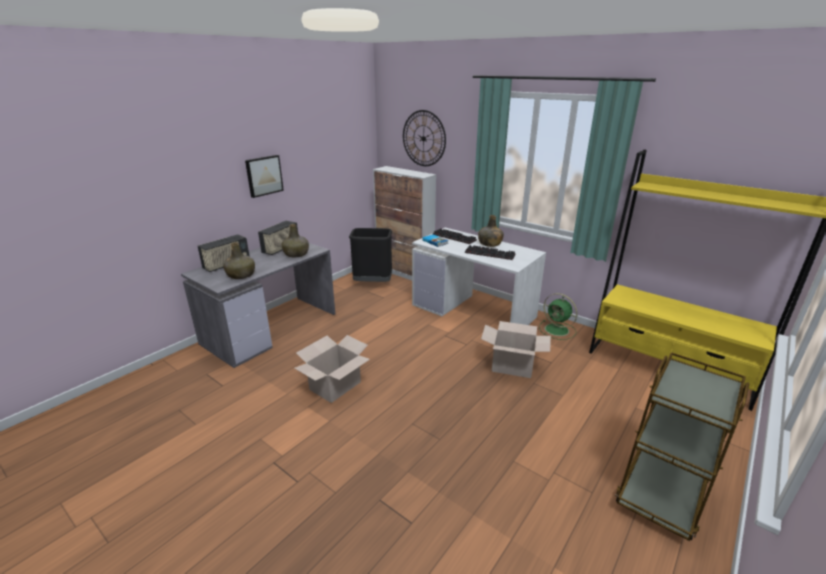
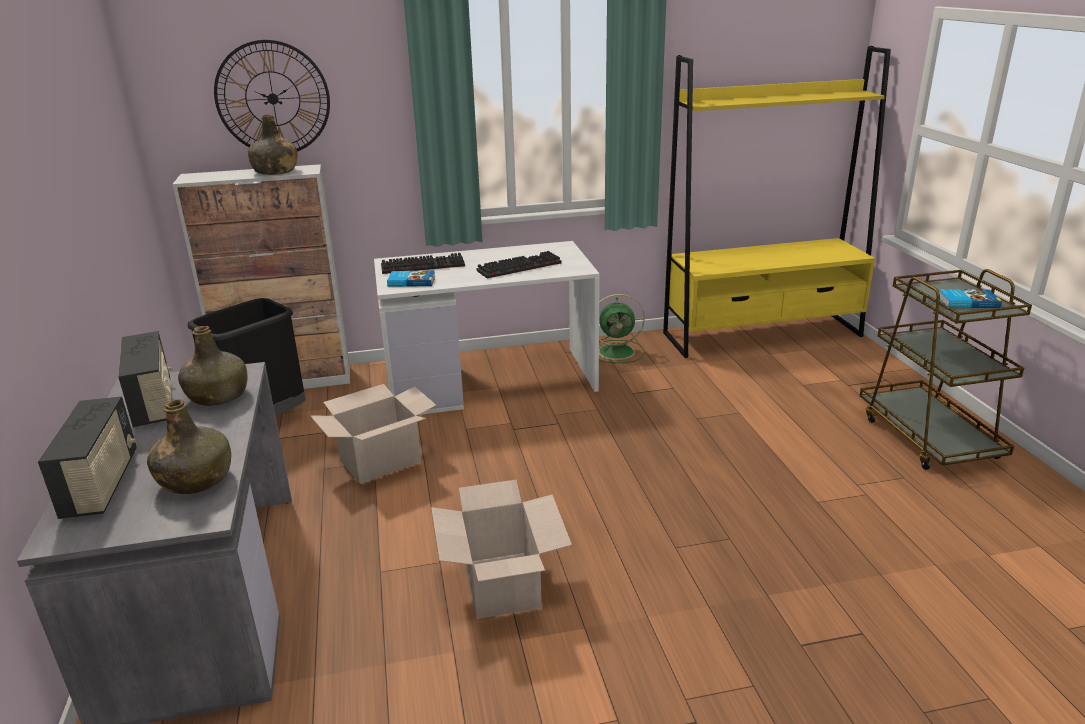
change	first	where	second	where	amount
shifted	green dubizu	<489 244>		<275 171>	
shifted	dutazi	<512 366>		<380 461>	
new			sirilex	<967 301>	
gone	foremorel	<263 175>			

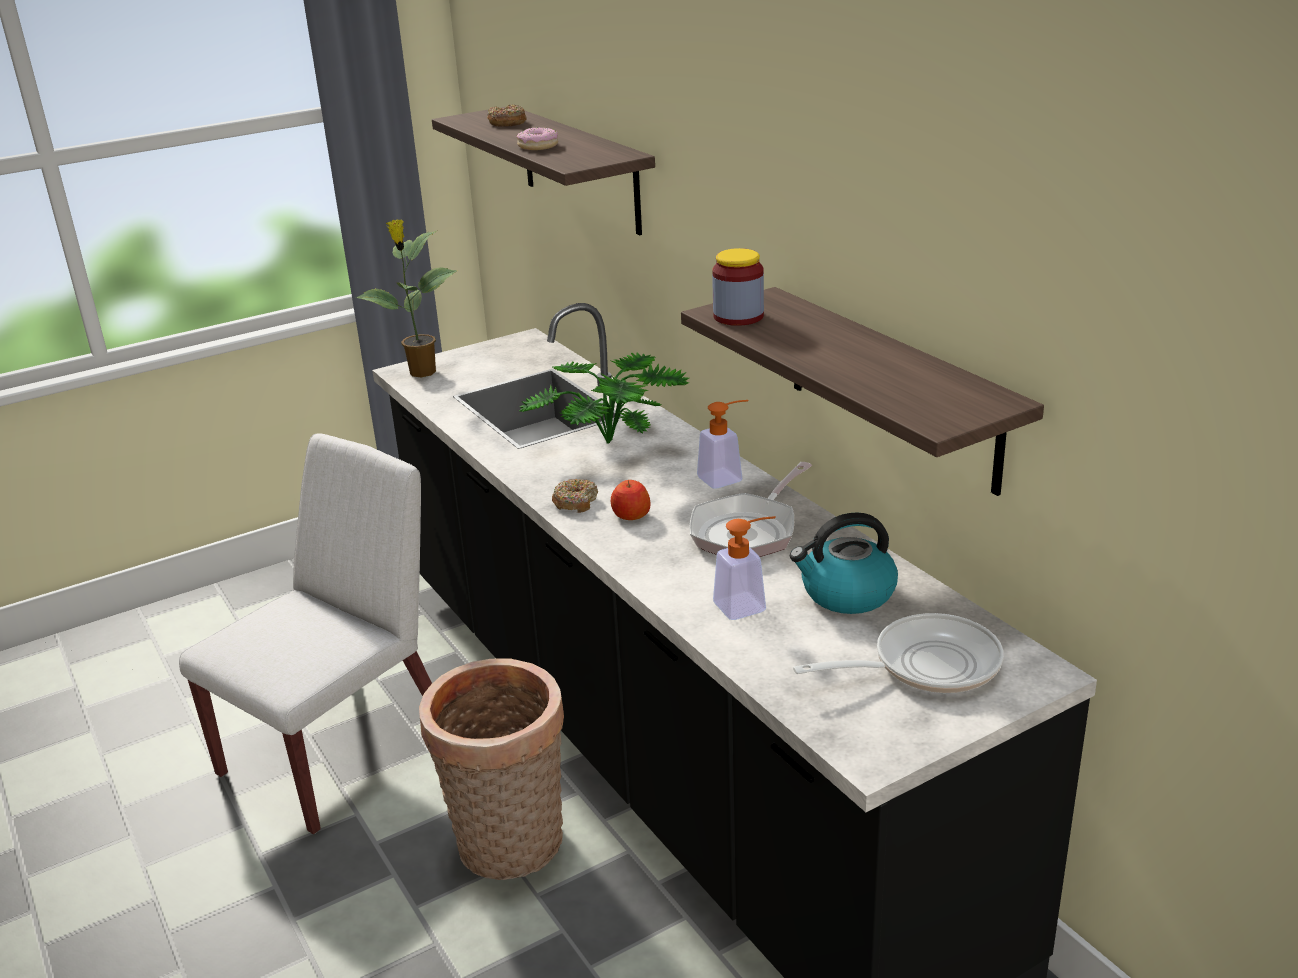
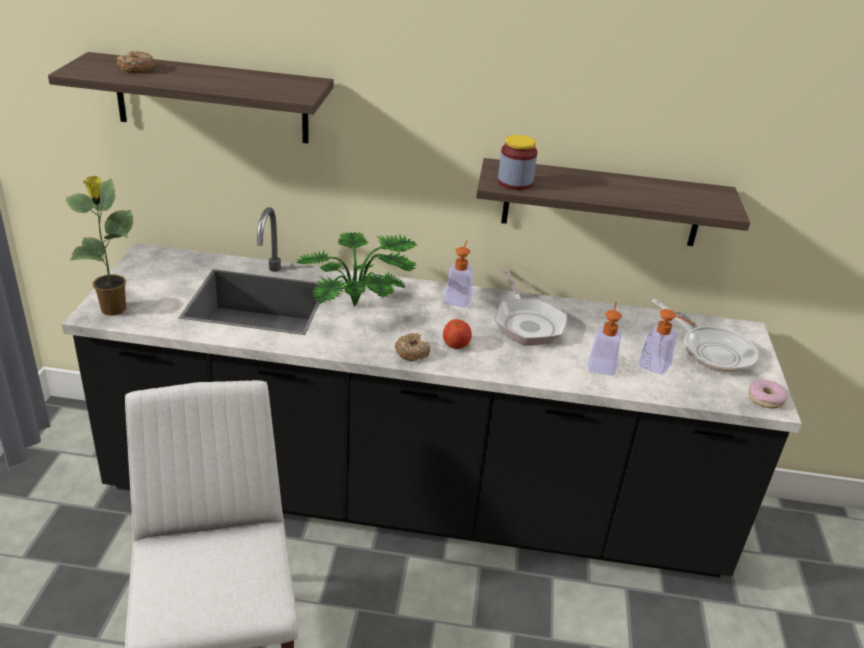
change	first	where	second	where	amount
new			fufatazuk	<660 367>	
rotated	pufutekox	<925 665>		<712 351>	120 degrees clockwise
shifted	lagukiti	<538 146>		<765 399>	
gone	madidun	<509 849>			
gone	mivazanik	<846 594>			

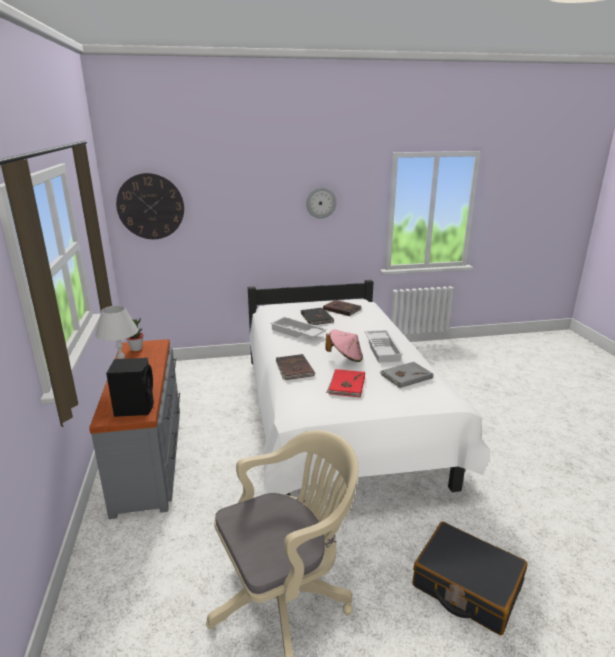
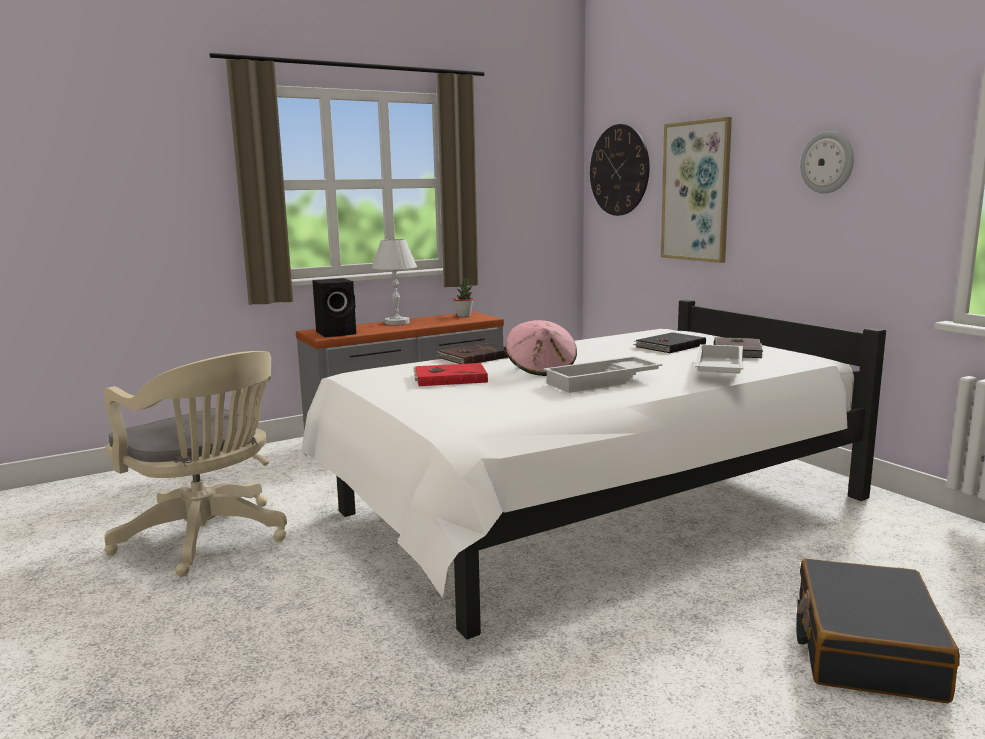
change	first	where	second	where	amount
new			foremorel	<696 191>	
shifted	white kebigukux	<297 333>		<717 369>	
shifted	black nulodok	<466 586>		<865 648>	
gone	grey sirilex	<405 376>			

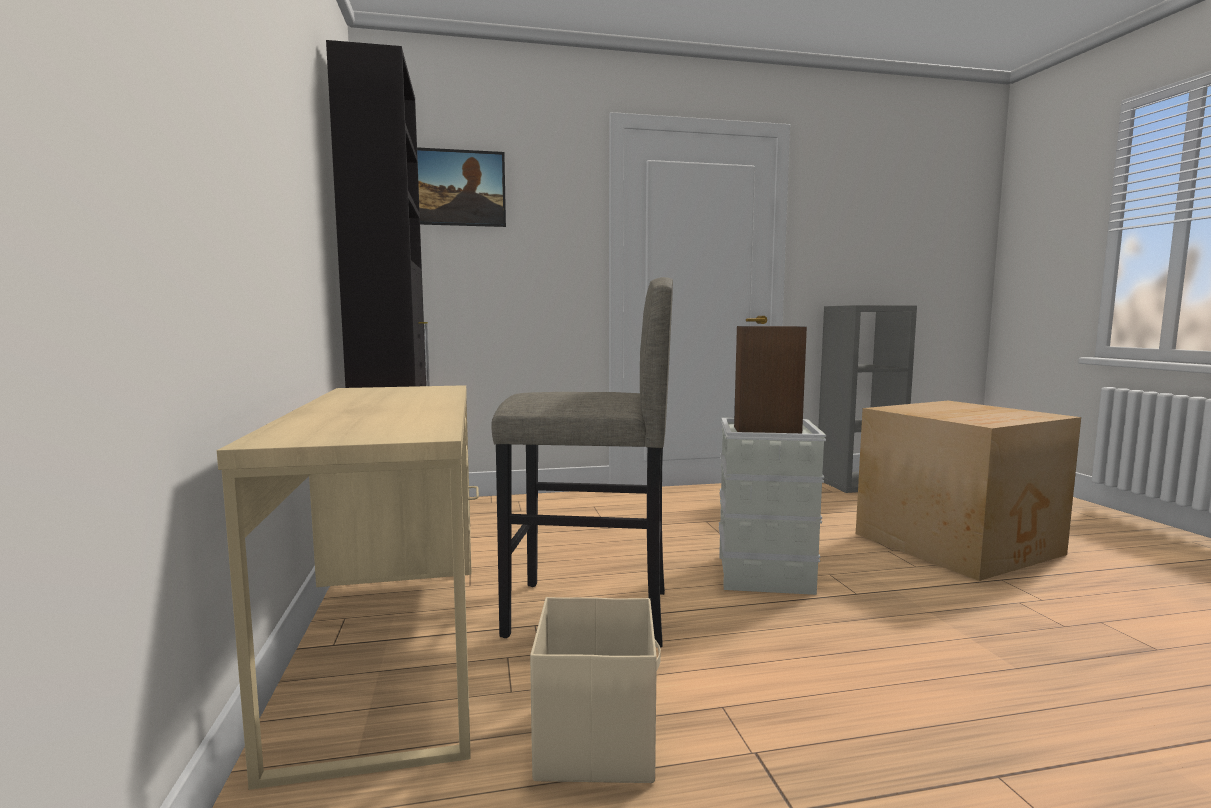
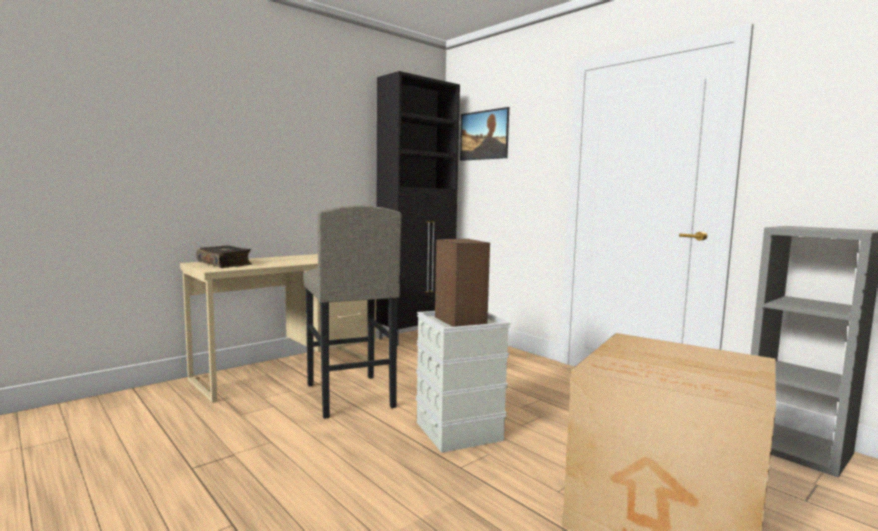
change	first	where	second	where	amount
new			sirilex	<225 264>	
gone	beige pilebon	<597 739>			

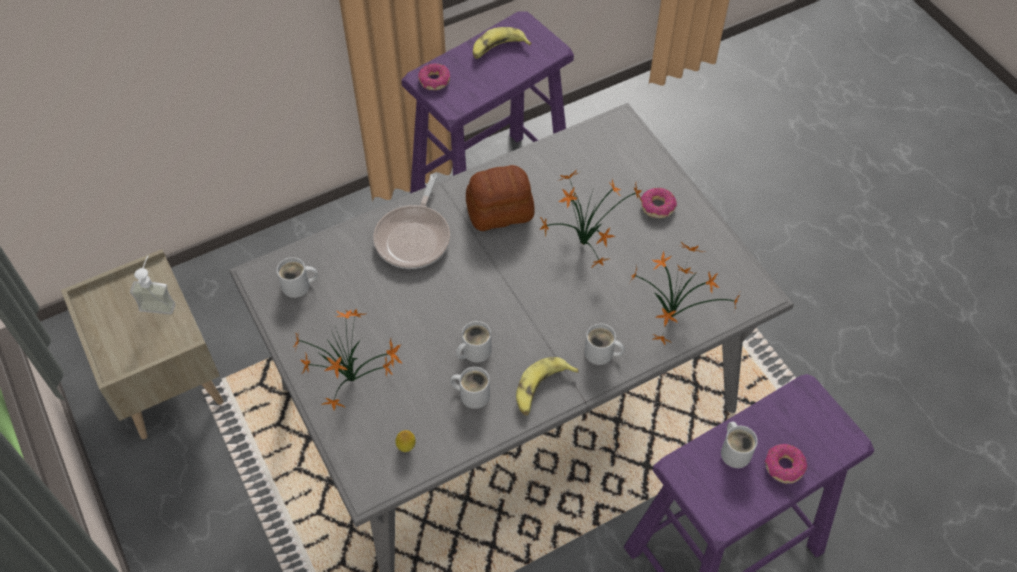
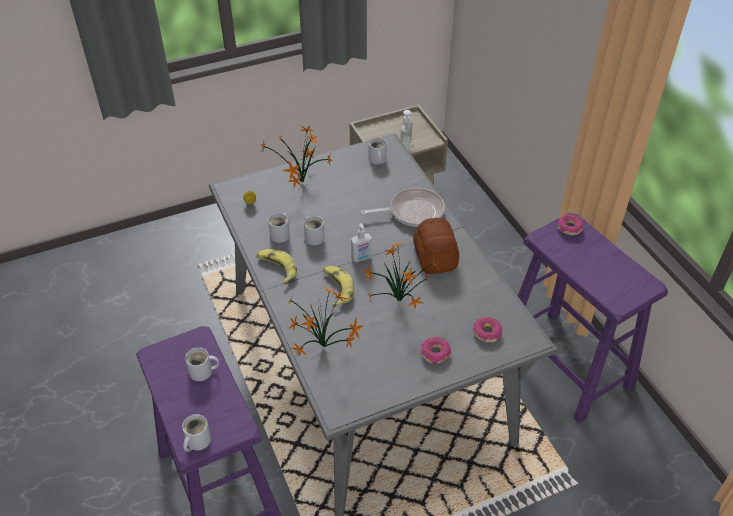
change	first	where	second	where	amount
shifted	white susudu	<601 354>		<196 441>	
shifted	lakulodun	<498 49>		<337 288>	
new			fufatazuk	<361 258>	
rotated	pufutekox	<414 237>		<413 212>	150 degrees clockwise
shifted	lagukiti	<783 466>		<487 332>	

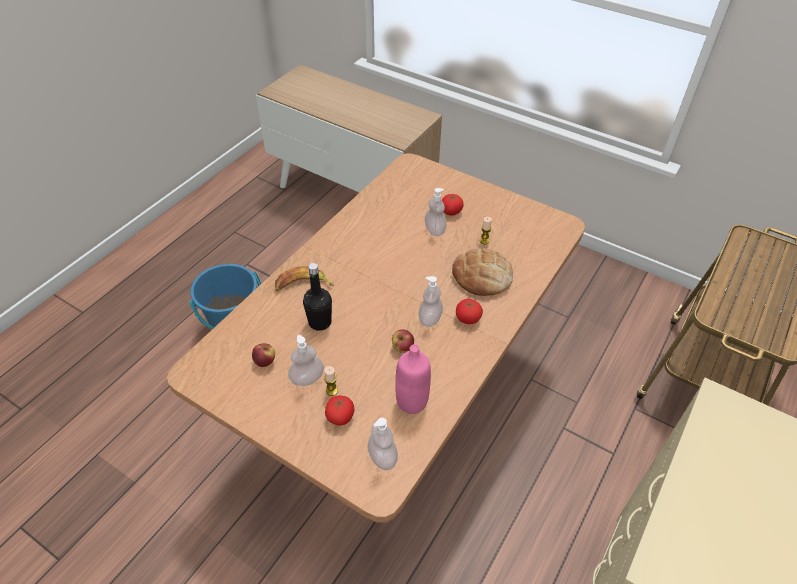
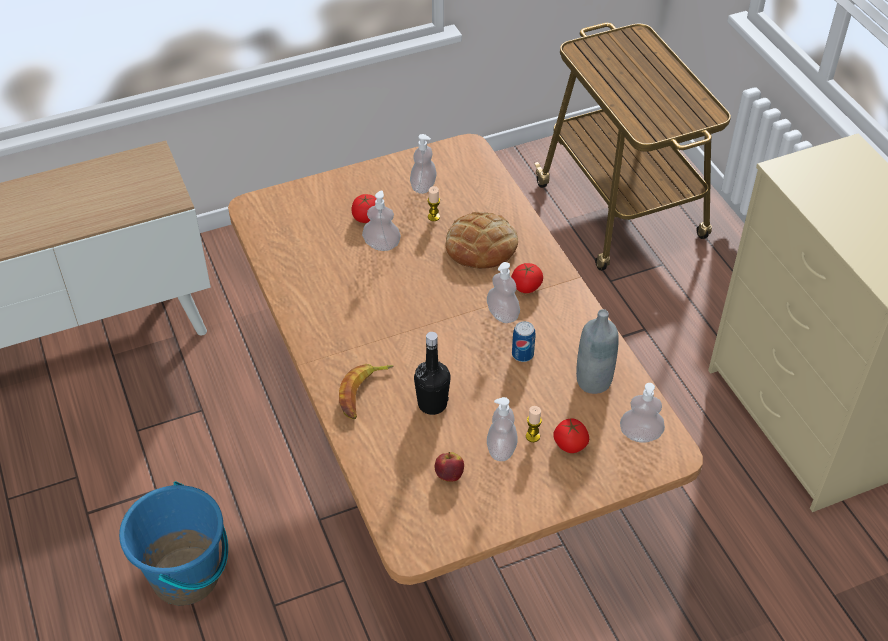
change	first	where	second	where	amount
new			fufatazuk	<423 186>	
swapped	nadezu	<402 347>	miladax	<522 354>	
repainted	pink dubizu	<412 401>	grey dubizu	<593 381>	

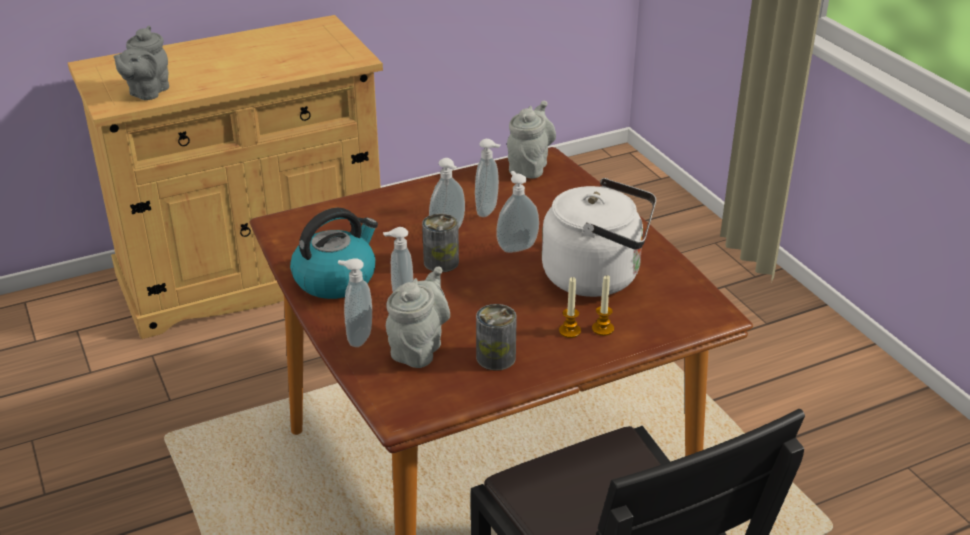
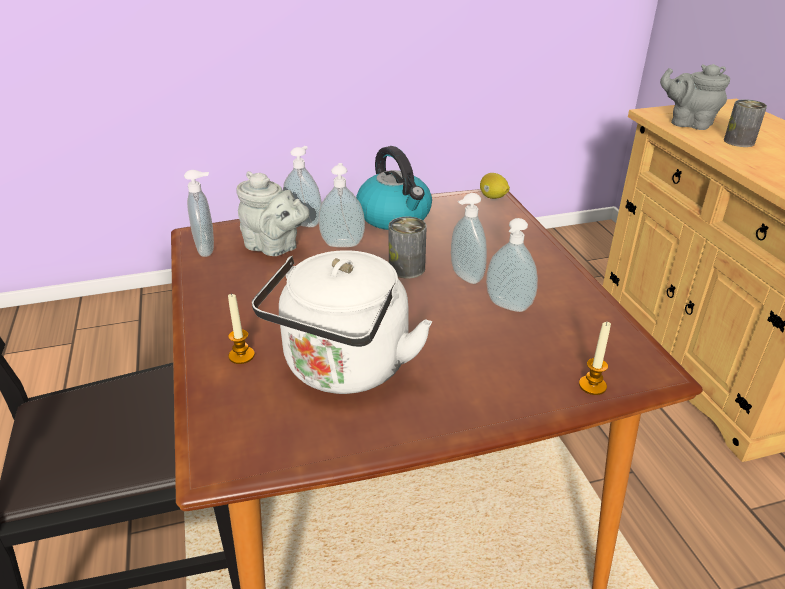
change	first	where	second	where	amount
shifted	fufatazuk	<516 247>		<208 249>	
new			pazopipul	<493 197>	
shifted	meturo	<569 331>		<592 386>	
shifted	miladax	<496 358>		<739 141>	
gone	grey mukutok	<529 166>			

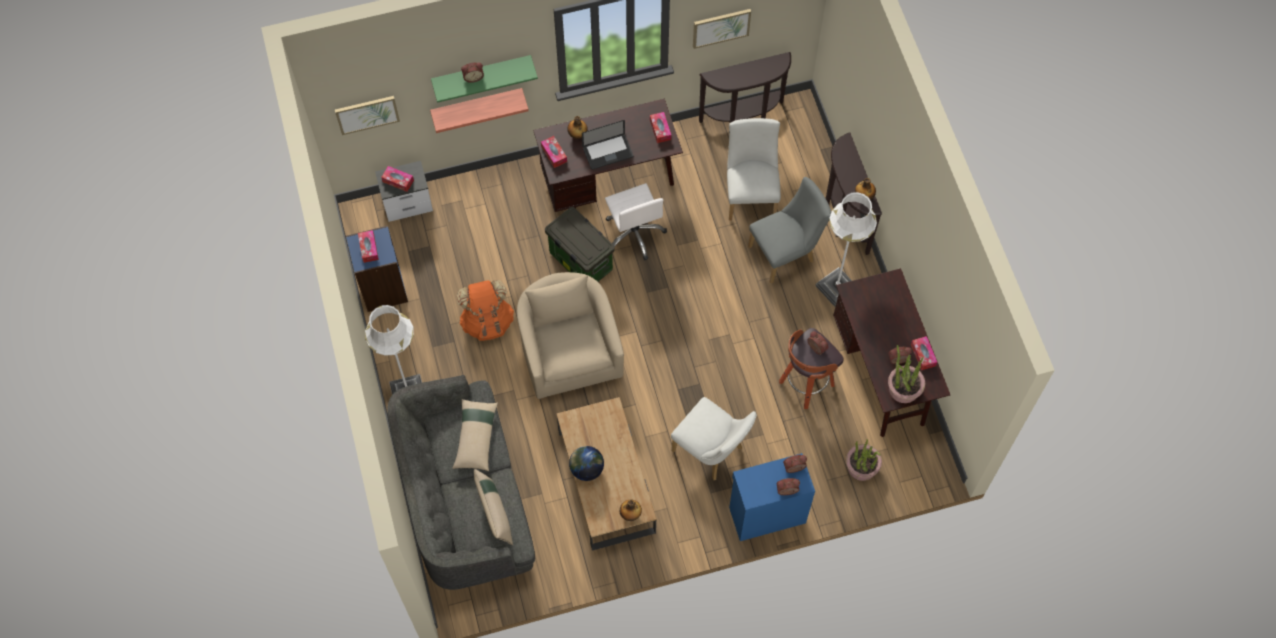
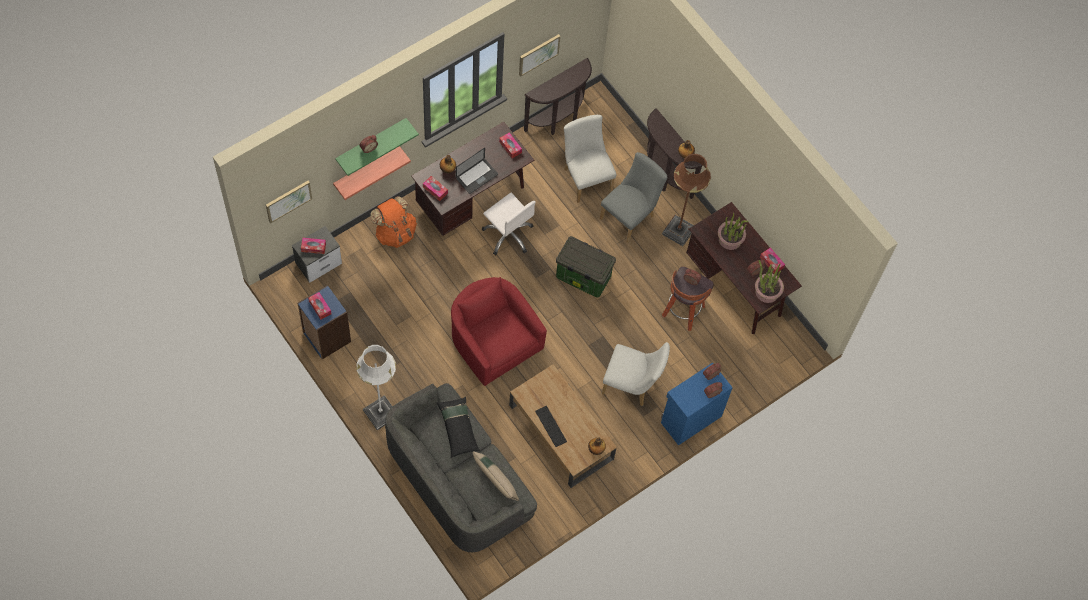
change	first	where	second	where	amount
shifted	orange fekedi	<487 321>		<395 232>	
repainted	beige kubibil	<476 437>	black kubibil	<458 428>	
repainted	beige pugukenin	<569 350>	red pugukenin	<493 341>	
swapped	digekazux	<586 469>	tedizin	<550 426>	
shifted	pilebon	<580 261>		<582 277>	
repainted	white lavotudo	<836 288>	brown lavotudo	<678 231>	
shifted	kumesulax	<861 467>		<730 239>	

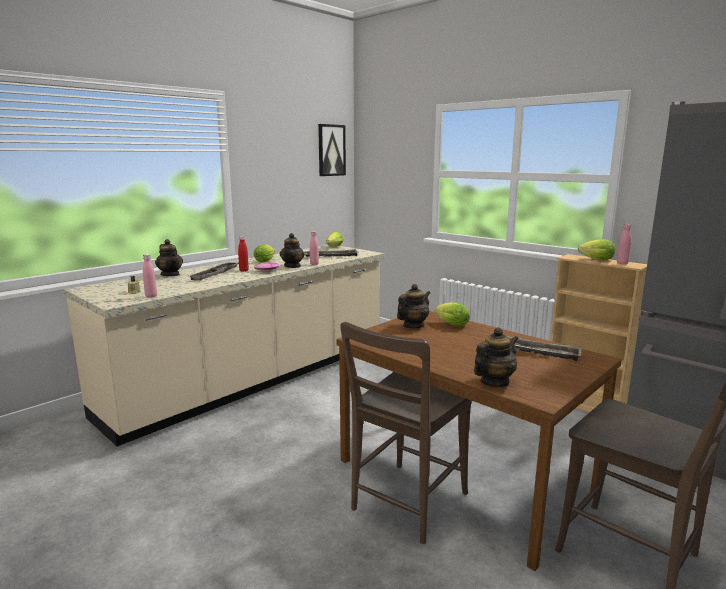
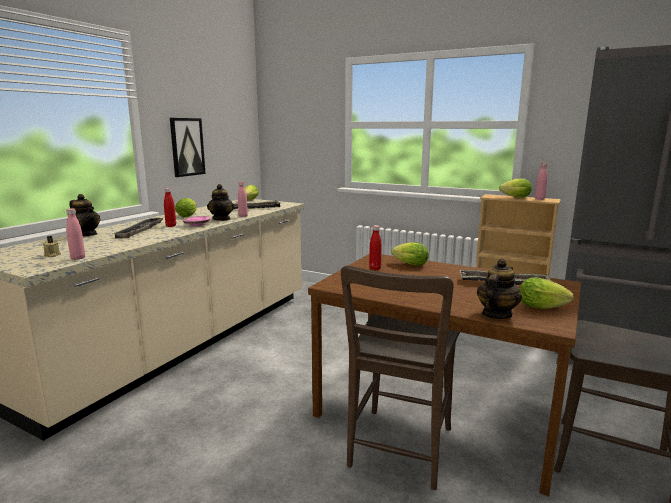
change	first	where	second	where	amount
shifted	foremorel	<331 150>		<187 147>	
swapped	mukutok	<413 326>	red dubizu	<375 268>	
new			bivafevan	<544 308>	

